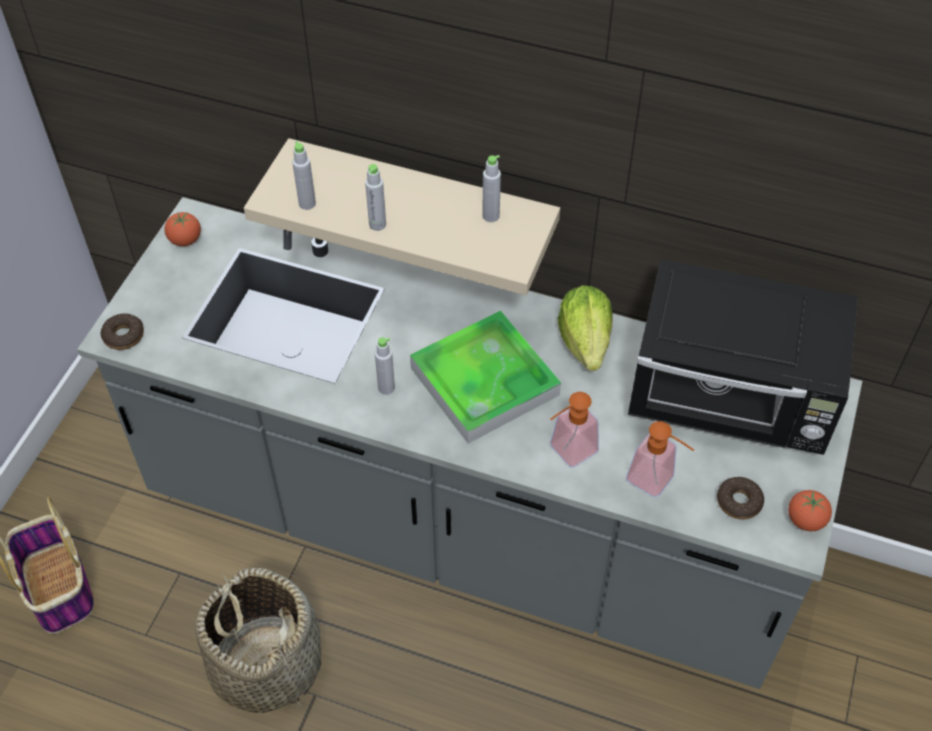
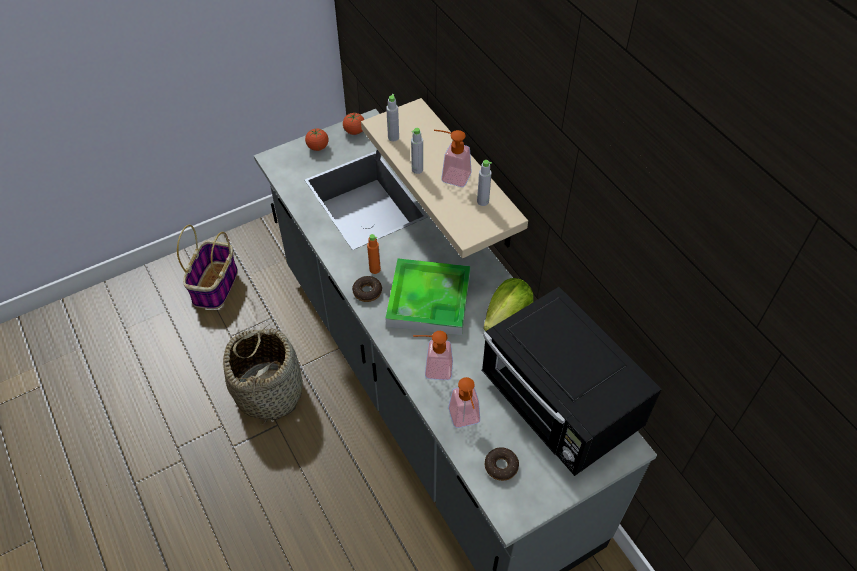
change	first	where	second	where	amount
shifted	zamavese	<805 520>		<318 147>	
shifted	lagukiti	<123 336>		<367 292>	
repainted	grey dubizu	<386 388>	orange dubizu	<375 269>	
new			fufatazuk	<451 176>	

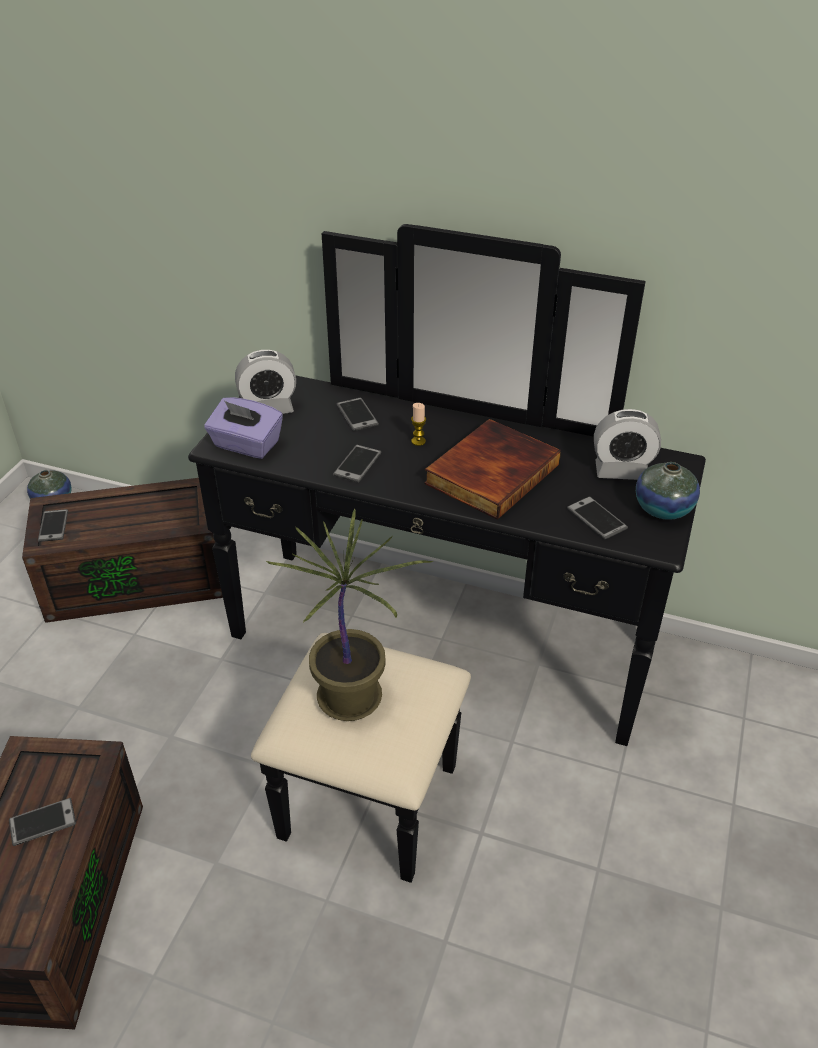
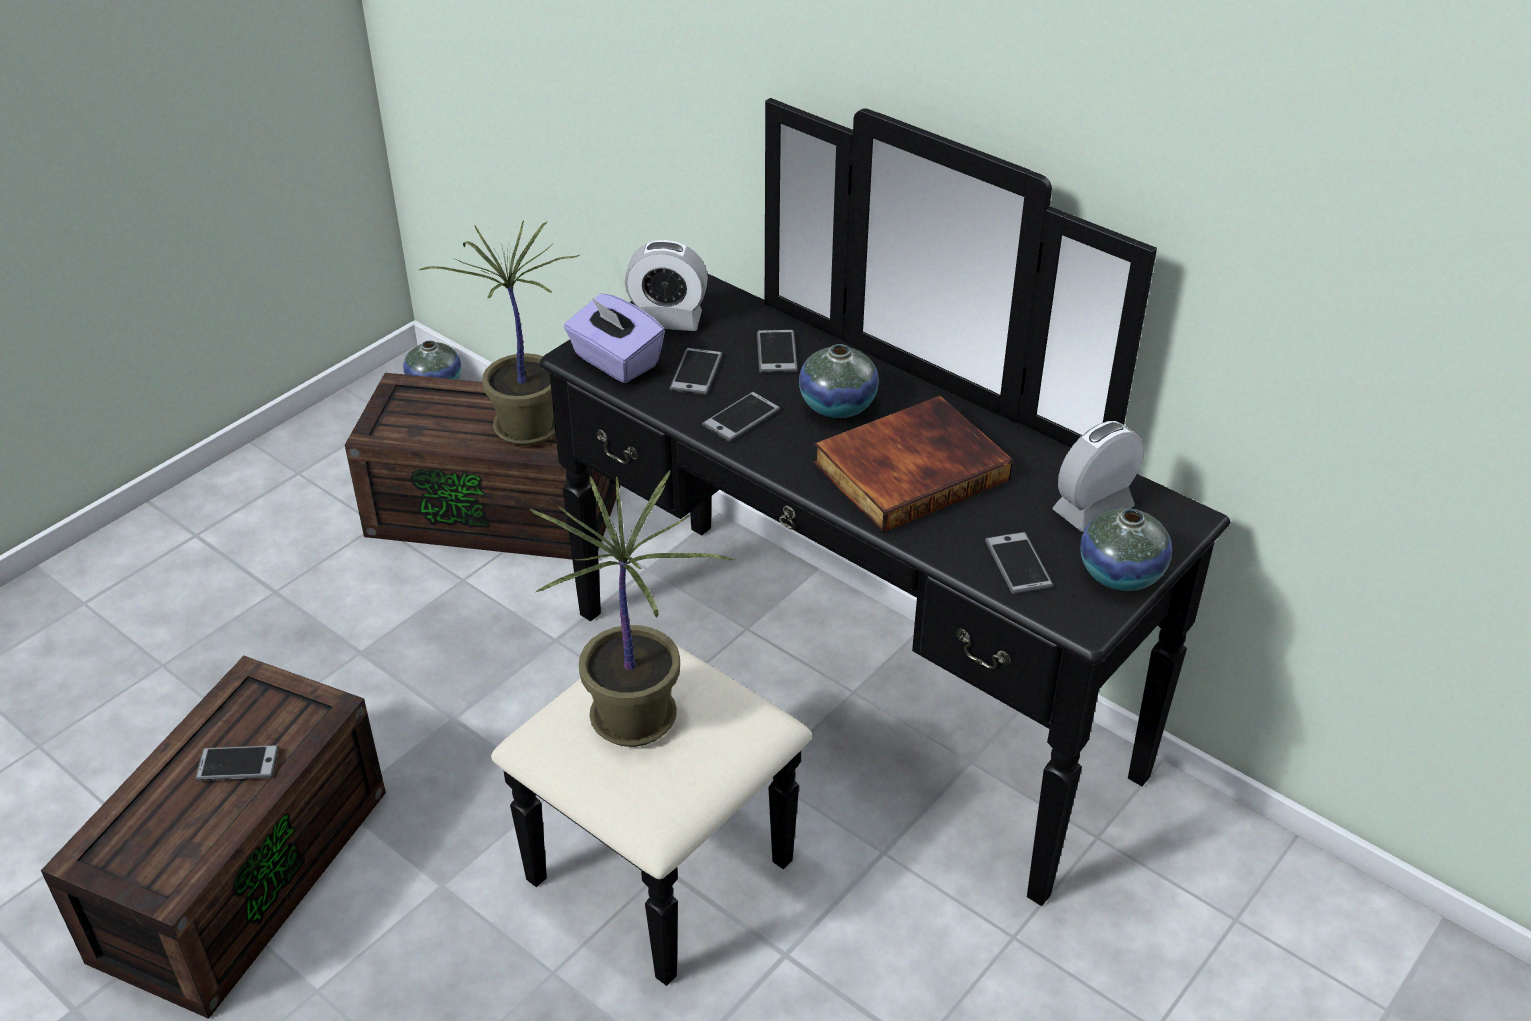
change	first	where	second	where	amount
new			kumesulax	<524 427>	
shifted	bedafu	<53 526>		<696 373>	
swapped	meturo	<418 441>	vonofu	<837 405>	
rotated	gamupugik	<621 471>		<1093 509>	120 degrees clockwise

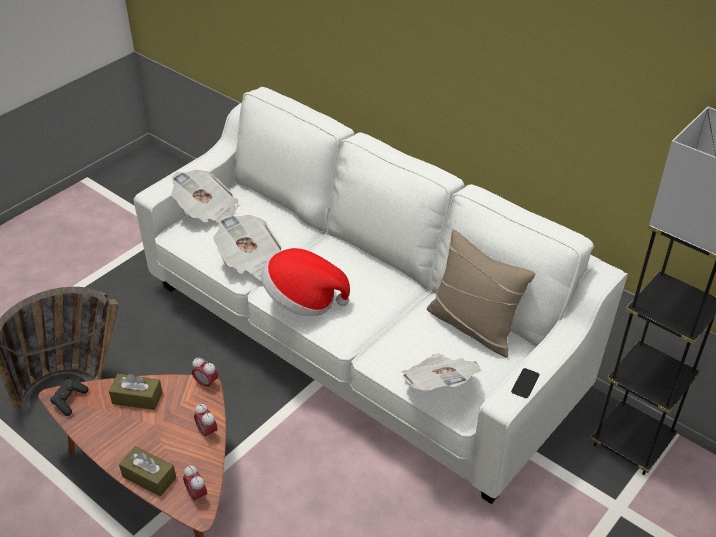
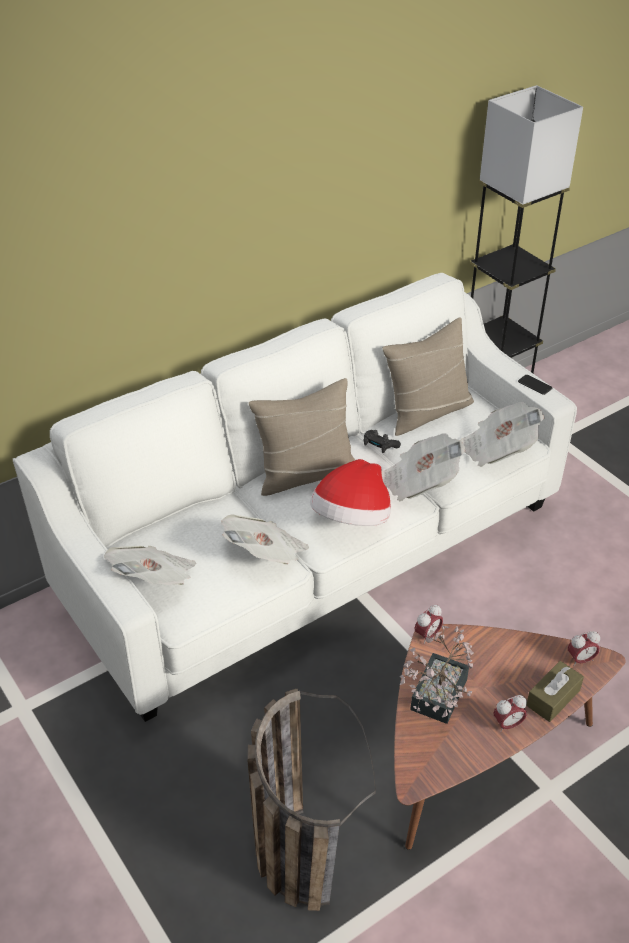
change	first	where	second	where	amount
new			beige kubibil	<306 474>	
shifted	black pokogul	<69 401>		<379 446>	
new			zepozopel	<419 483>	
swapped	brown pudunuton	<137 398>	kumesulax	<435 700>	
shifted	gamupugik	<207 432>		<508 724>	

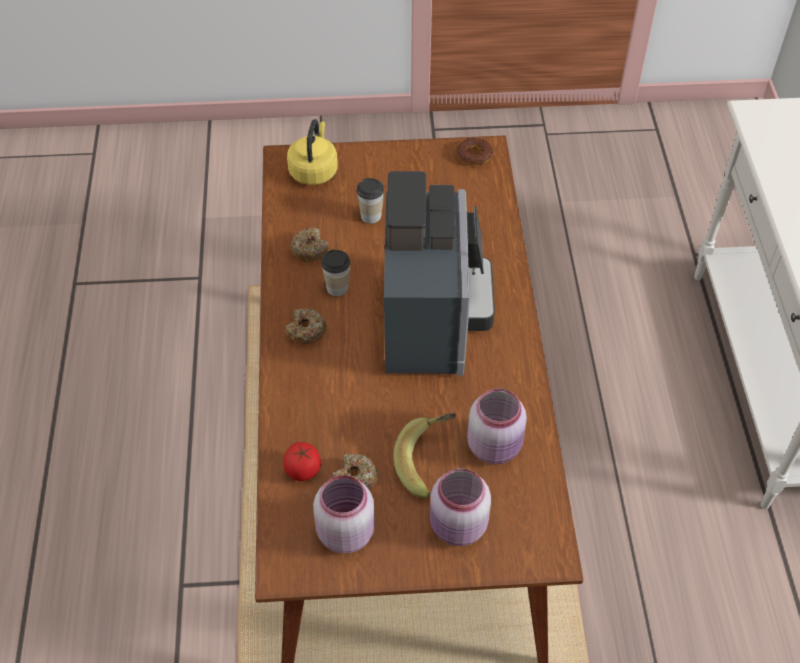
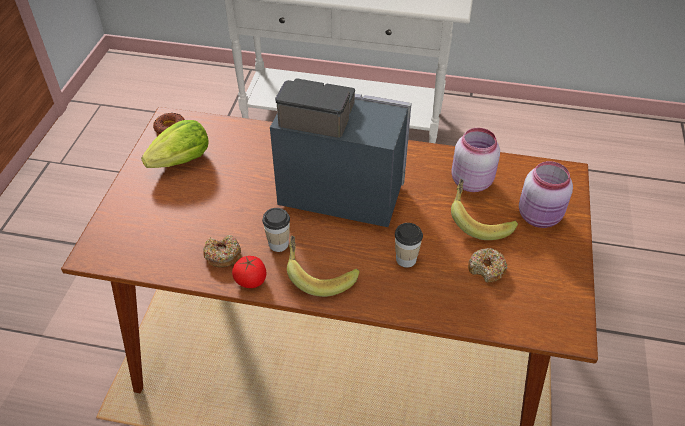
change	first	where	second	where	amount
new			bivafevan	<182 161>	
shifted	zamavese	<303 469>		<251 280>	
swapped	lagukiti	<306 331>	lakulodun	<320 275>	
shifted	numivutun	<371 216>		<406 259>	
gone	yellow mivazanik	<314 170>			
gone	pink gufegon	<345 531>			

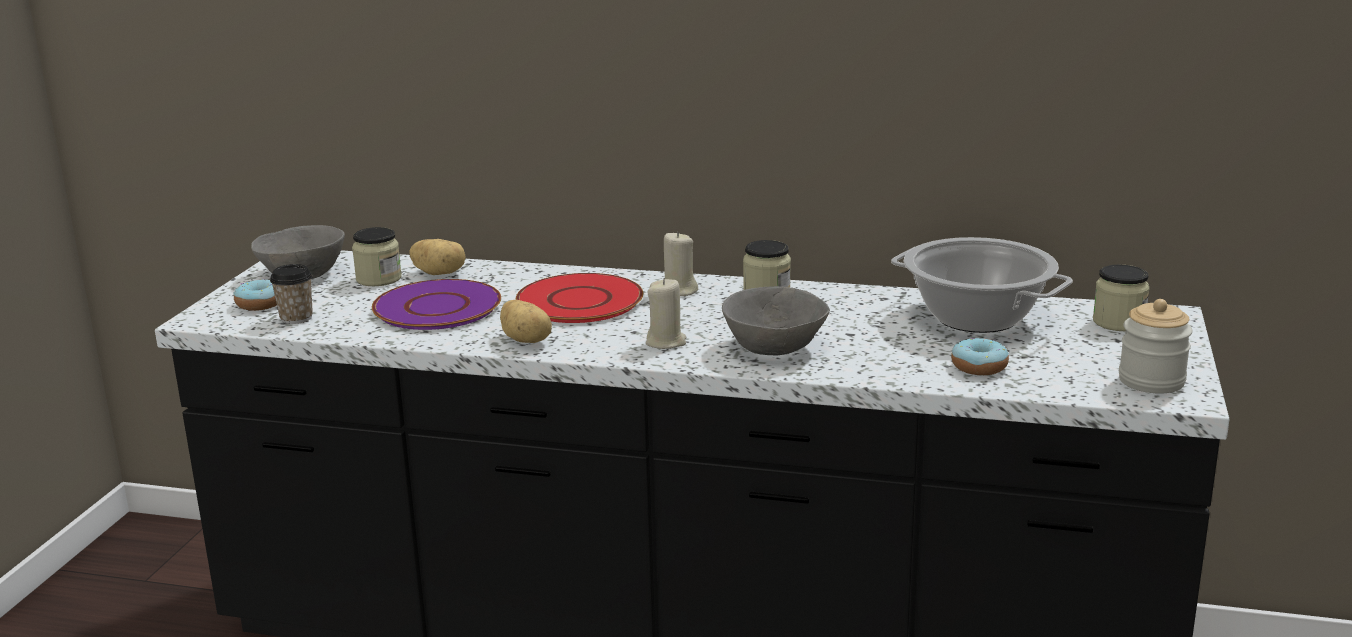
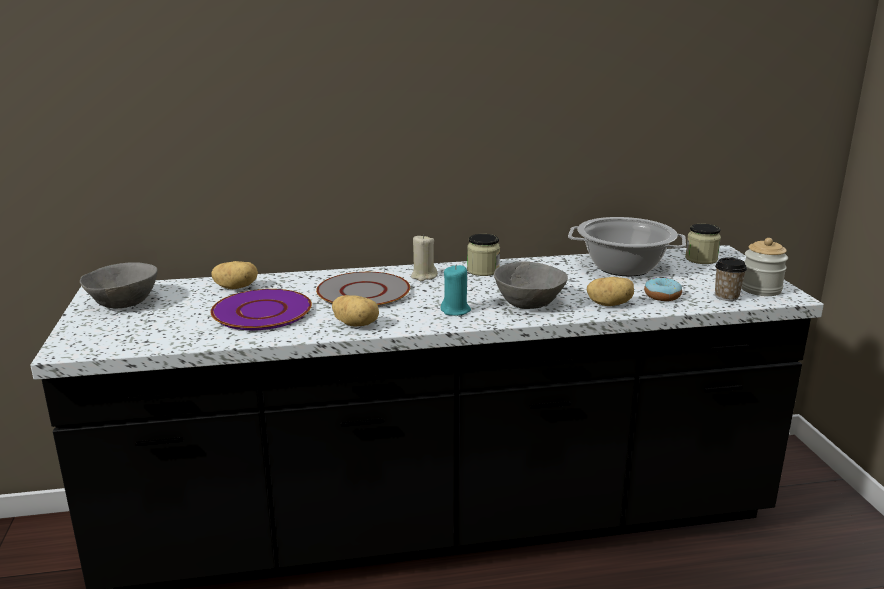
change	first	where	second	where	amount
repainted	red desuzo	<579 300>	grey desuzo	<363 292>	
repainted	beige meturo	<666 342>	turquoise meturo	<455 310>	
new			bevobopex	<609 304>	
shifted	numivutun	<296 318>		<726 297>	
gone	lagukiti	<260 304>			
gone	gufegon	<379 279>			

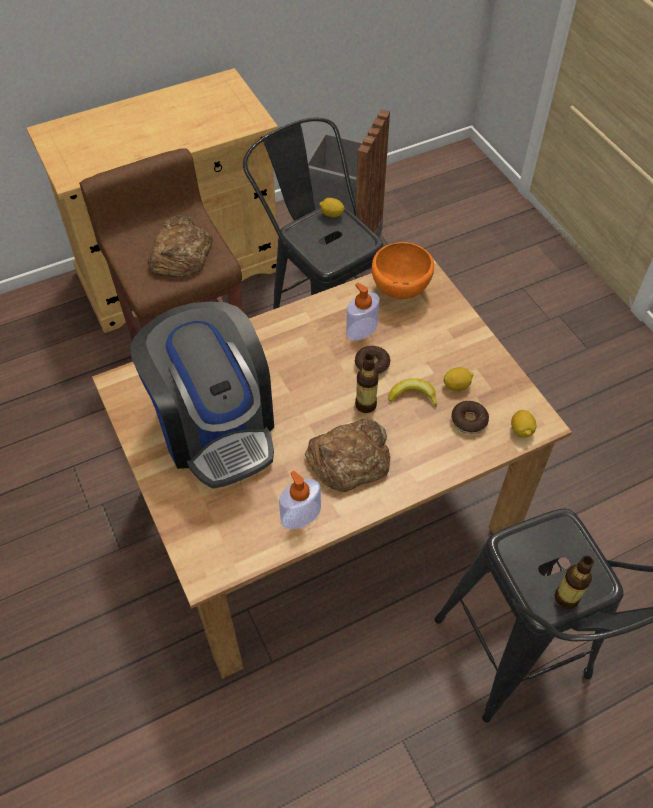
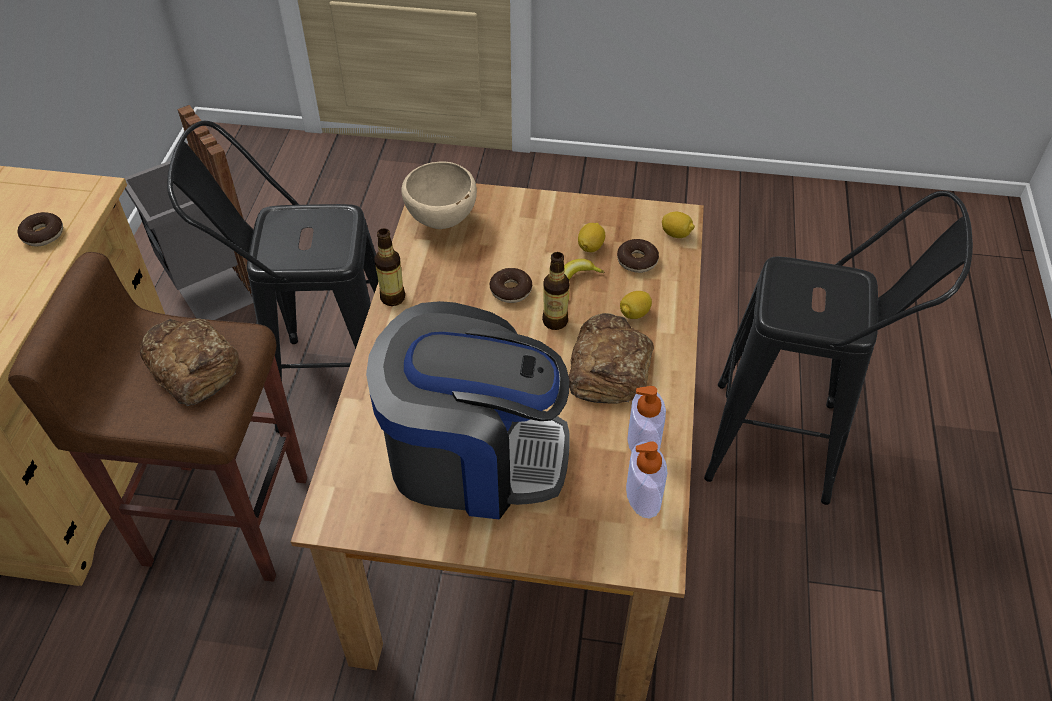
change	first	where	second	where	amount
new			lagukiti	<43 234>	
shifted	dubizu	<566 598>		<392 298>	
repainted	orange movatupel	<400 292>	beige movatupel	<442 222>	
shifted	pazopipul	<331 214>		<634 314>	
shifted	fufatazuk	<361 329>		<643 495>	

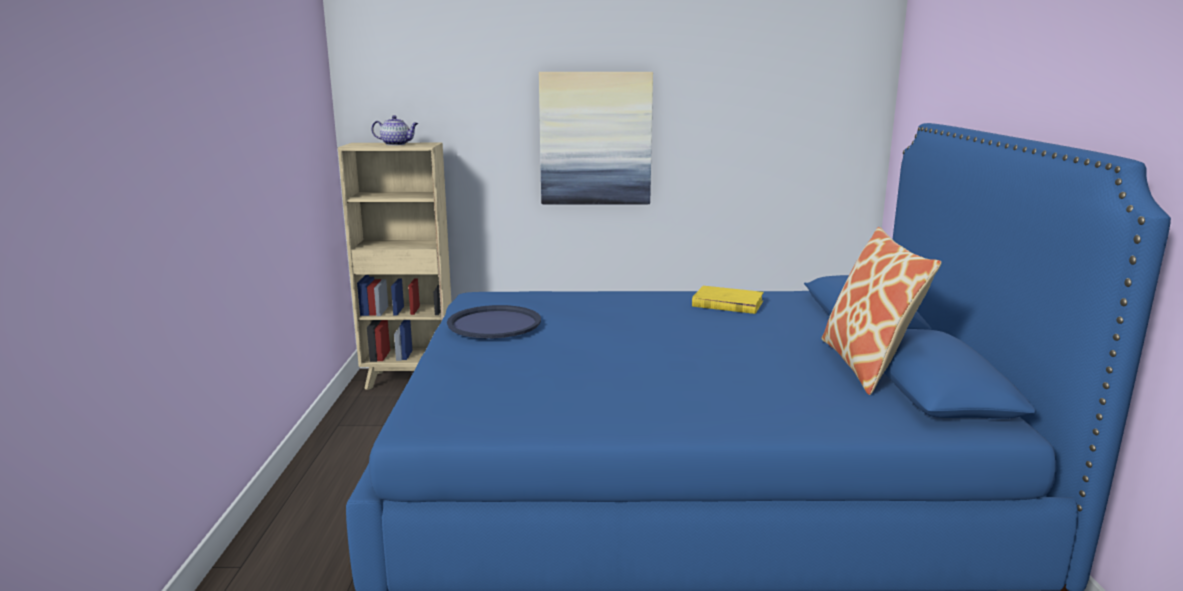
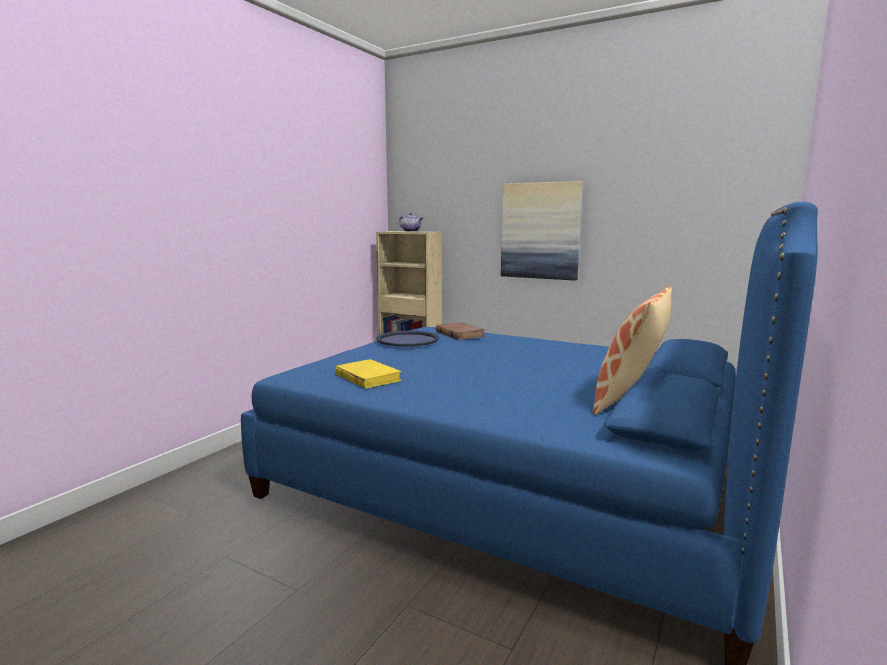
change	first	where	second	where	amount
shifted	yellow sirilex	<727 304>		<367 377>	
new			brown sirilex	<459 334>	

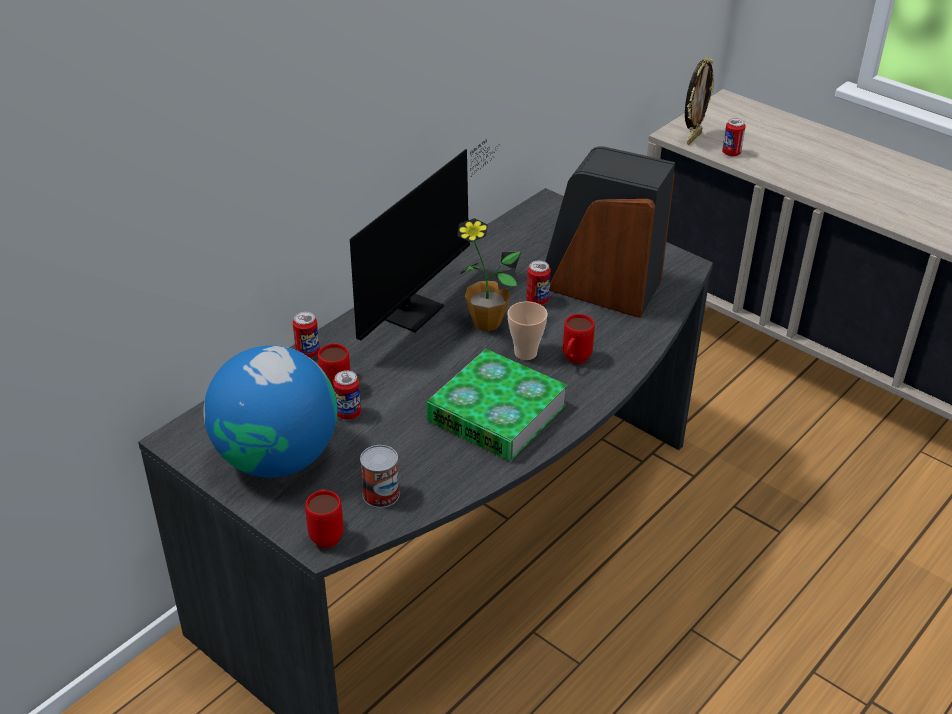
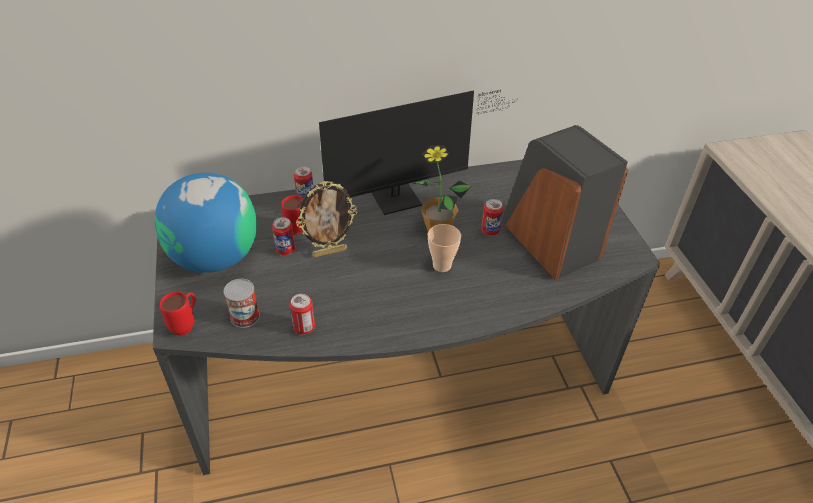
change	first	where	second	where	amount
shifted	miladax	<731 153>		<304 327>	
shifted	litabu	<693 138>		<329 252>	
gone	sirilex	<497 413>			
gone	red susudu	<574 361>			

